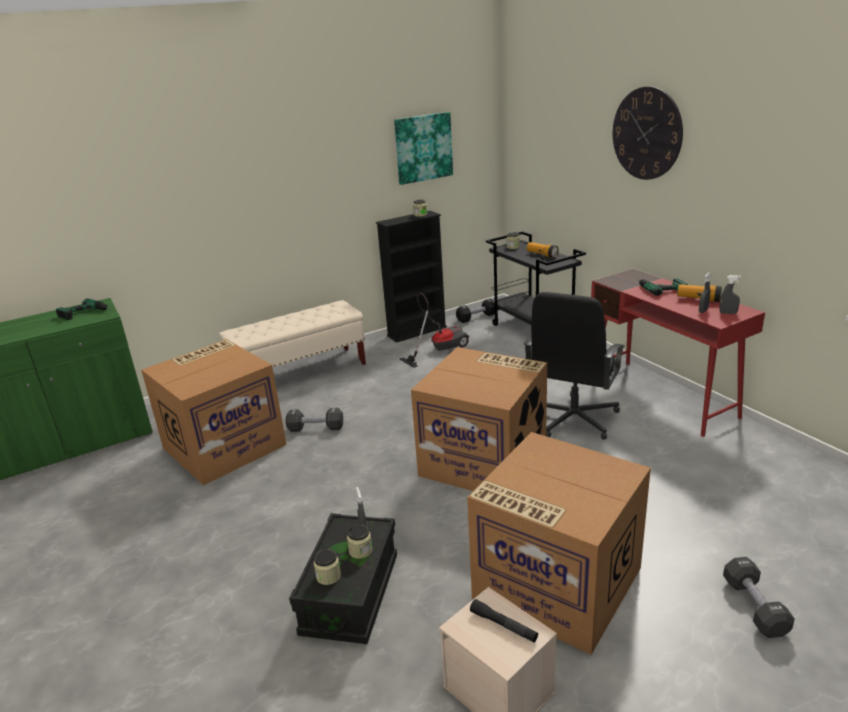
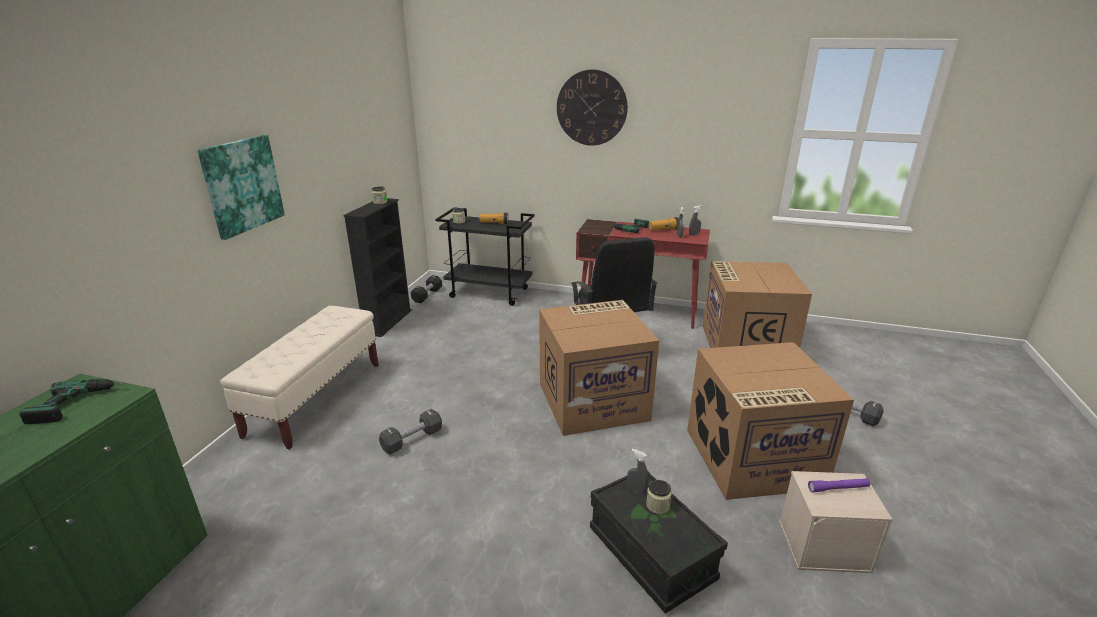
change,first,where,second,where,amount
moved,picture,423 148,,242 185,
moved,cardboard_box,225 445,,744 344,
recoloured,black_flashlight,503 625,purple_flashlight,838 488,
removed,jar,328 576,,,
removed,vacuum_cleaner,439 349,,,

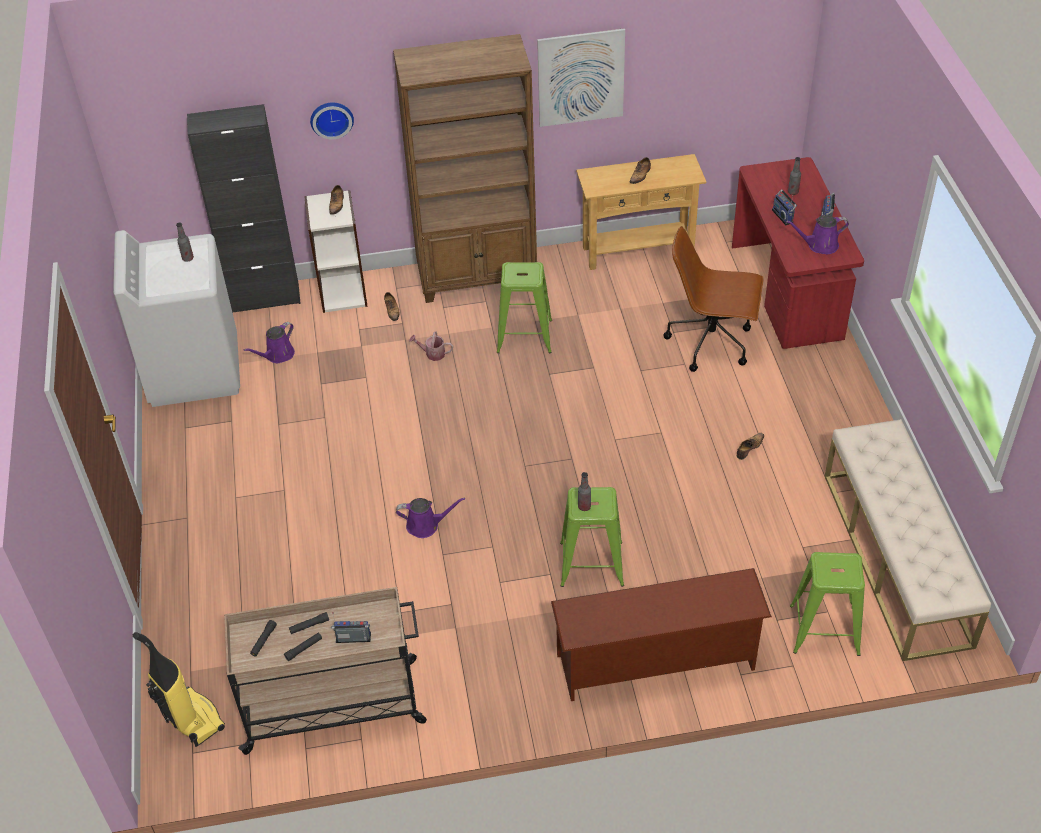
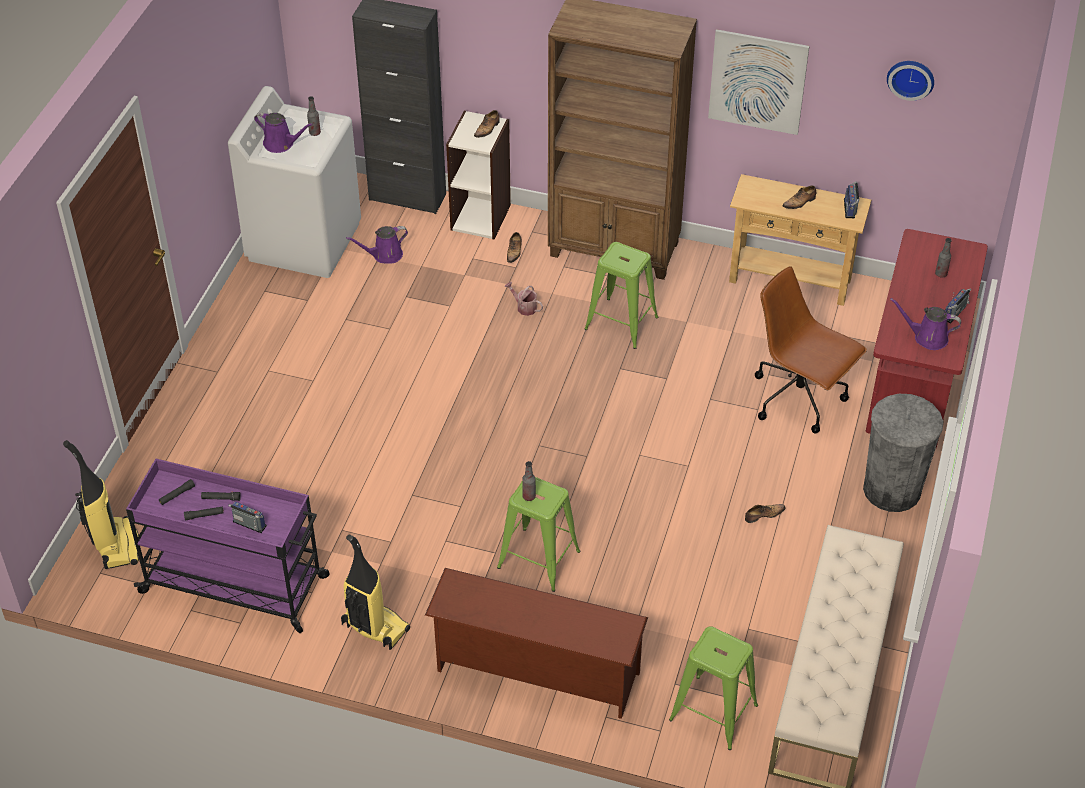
change,first,where,second,where,amount
recoloured,beige_cart,334 705,purple_cart,236 585,
moved,purple_watering_can,426 525,,281 144,
added,,,vacuum_cleaner,374 627,
moved,radio,783 216,,851 209,
added,,,grey_trash_can,892 489,
moved,wall_clock,331 118,,911 77,

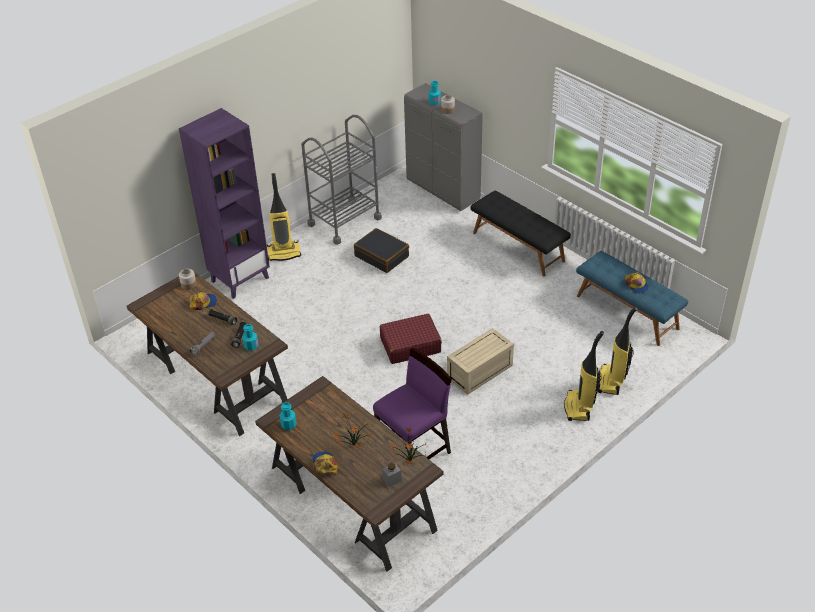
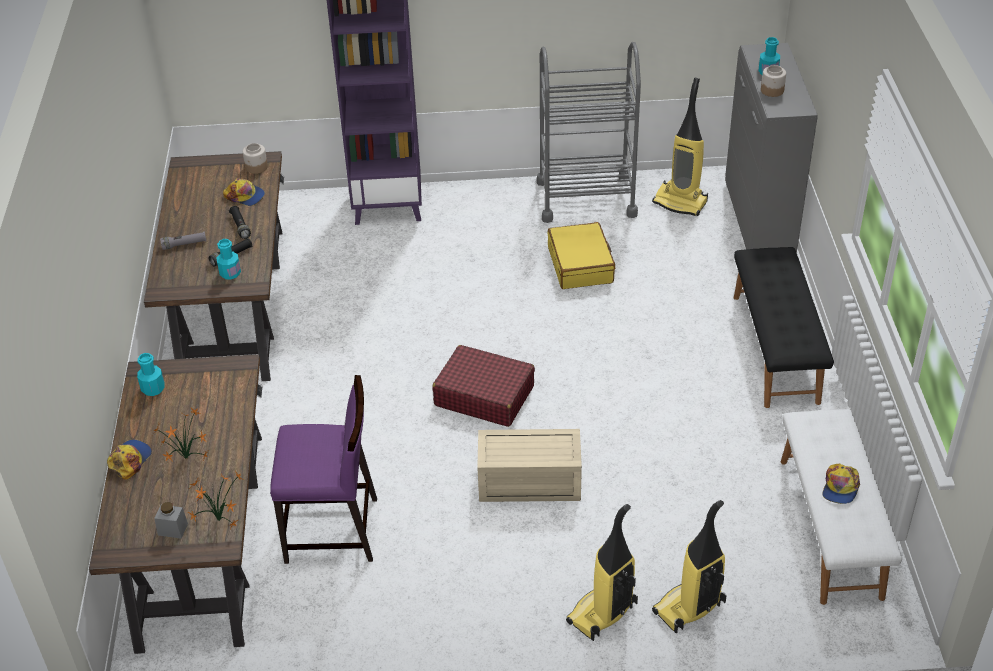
change,first,where,second,where,amount
recoloured,black_suitcase,382 256,yellow_suitcase,581 265,
moved,vacuum_cleaner,284 253,,681 202,
recoloured,blue_bench,627 311,white_bench,831 527,

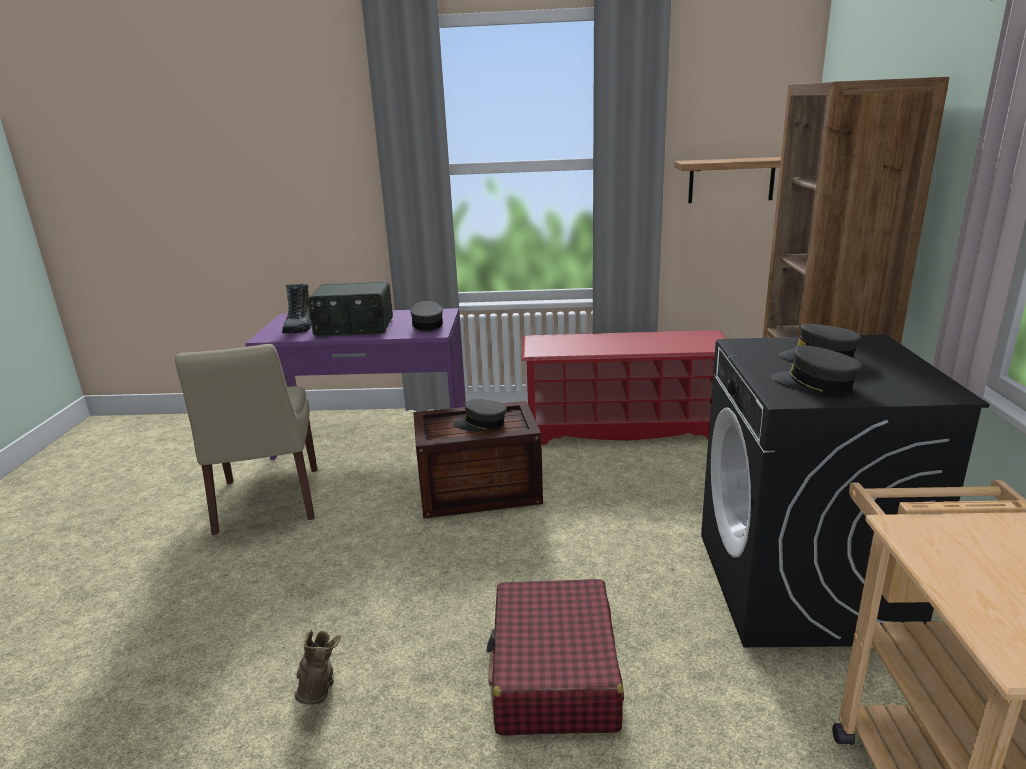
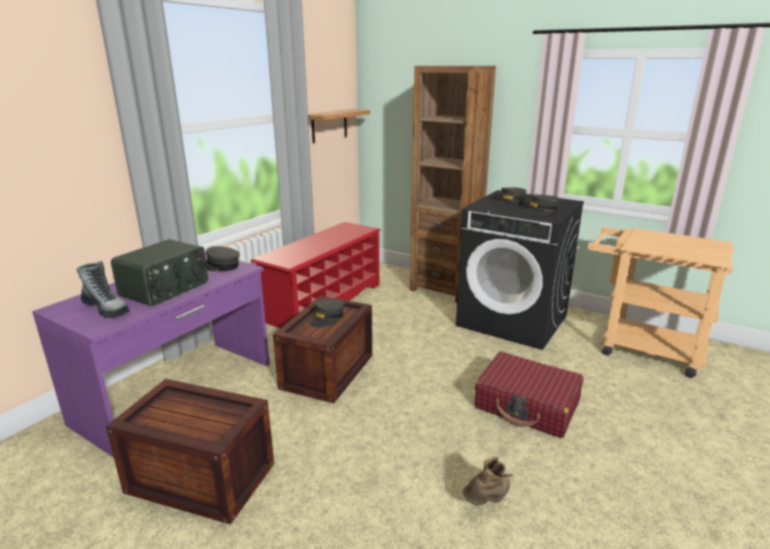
change,first,where,second,where,amount
replaced,beige_chair,268 502,crate,202 478,
turned,brown_boot,319 692,,488 500,120 degrees clockwise

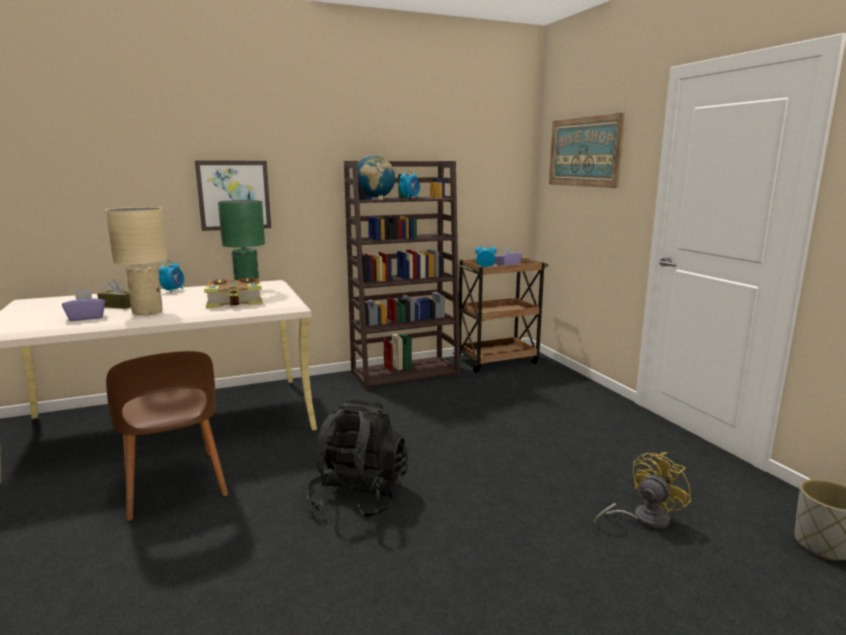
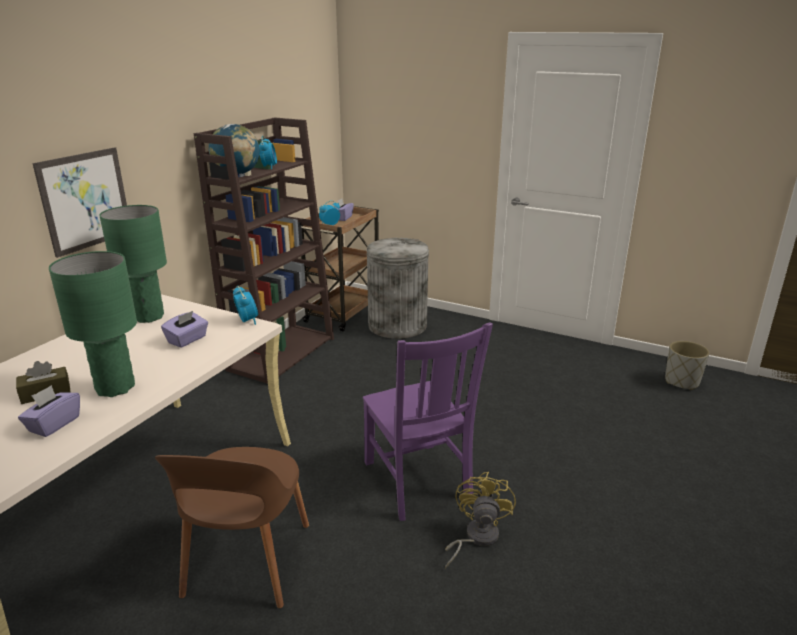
change,first,where,second,where,amount
recoloured,beige_table_lamp,148 312,green_table_lamp,116 388,
turned,brown_chair,174 486,,246 562,75 degrees clockwise
replaced,book,236 302,purple_tissue_box,187 340,
moved,alarm_clock,173 290,,247 320,
replaced,black_backpack,359 496,purple_chair,418 482,
added,,,grey_trash_can,397 325,
moved,yellow_fan,643 519,,476 538,
removed,picture,584 152,,,

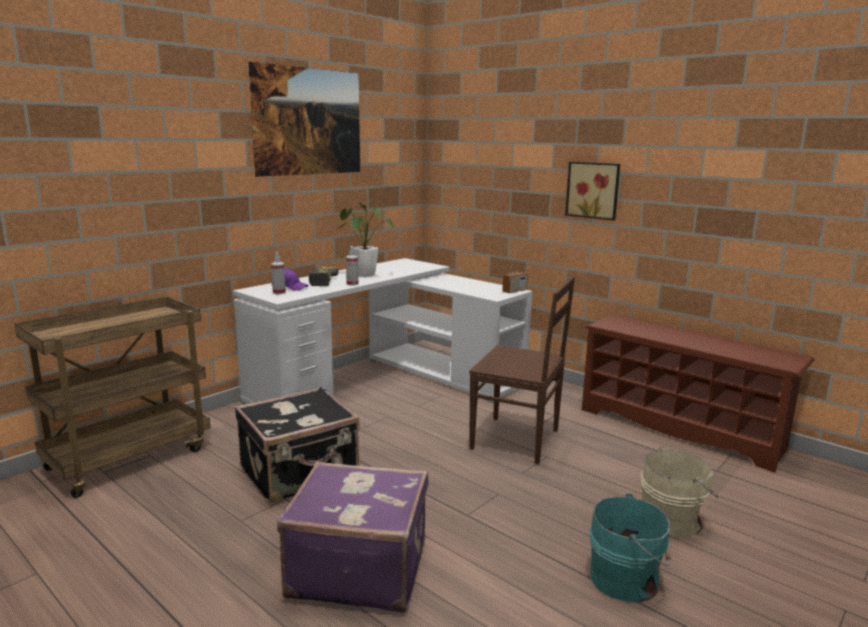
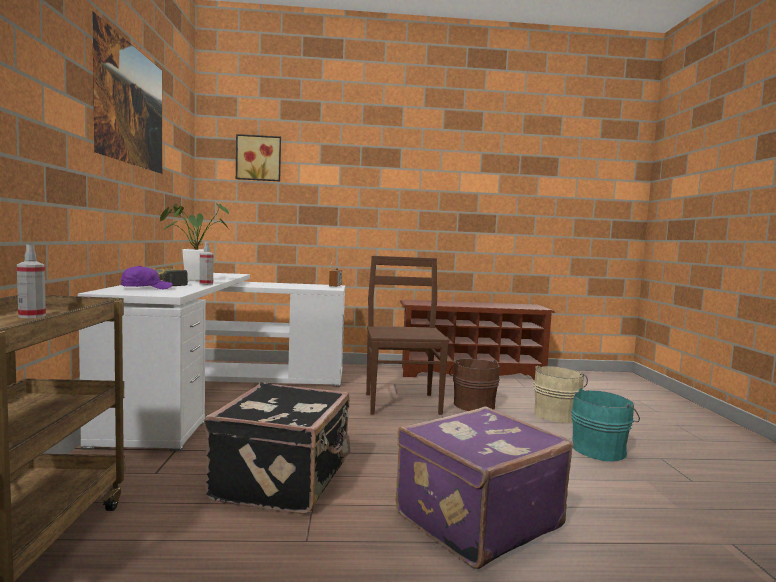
change,first,where,second,where,amount
moved,spray_bottle,279 292,,32 316,
moved,picture,593 190,,259 158,
turned,brown_chair,518 440,,402 403,75 degrees counterclockwise
added,,,brown_bucket,473 404,

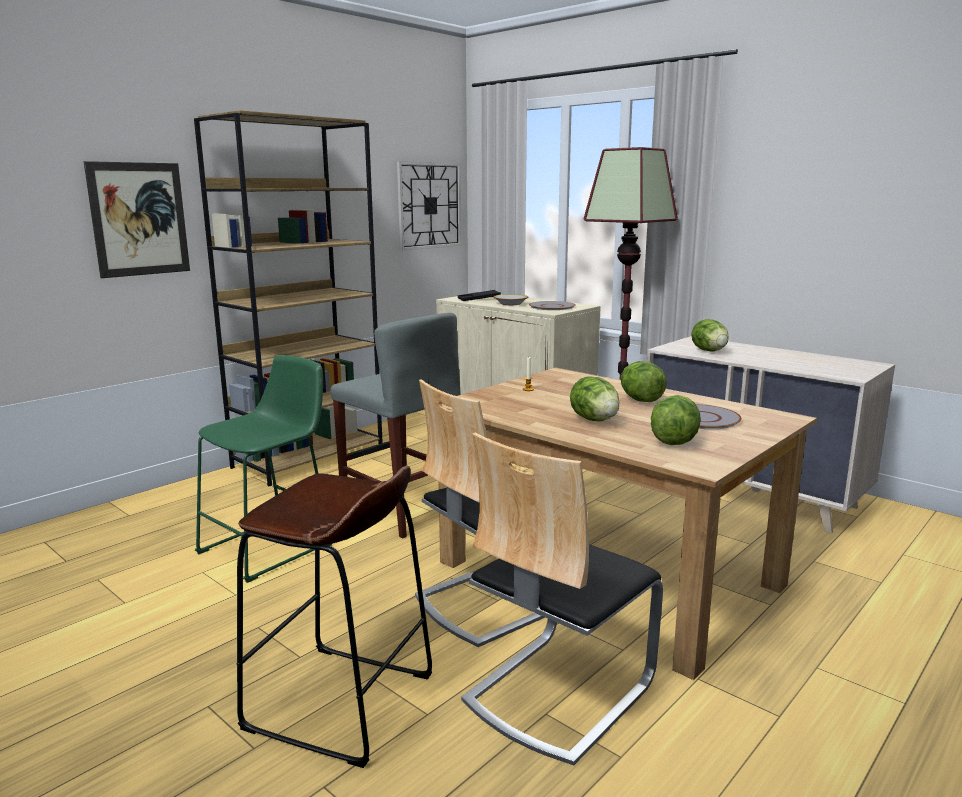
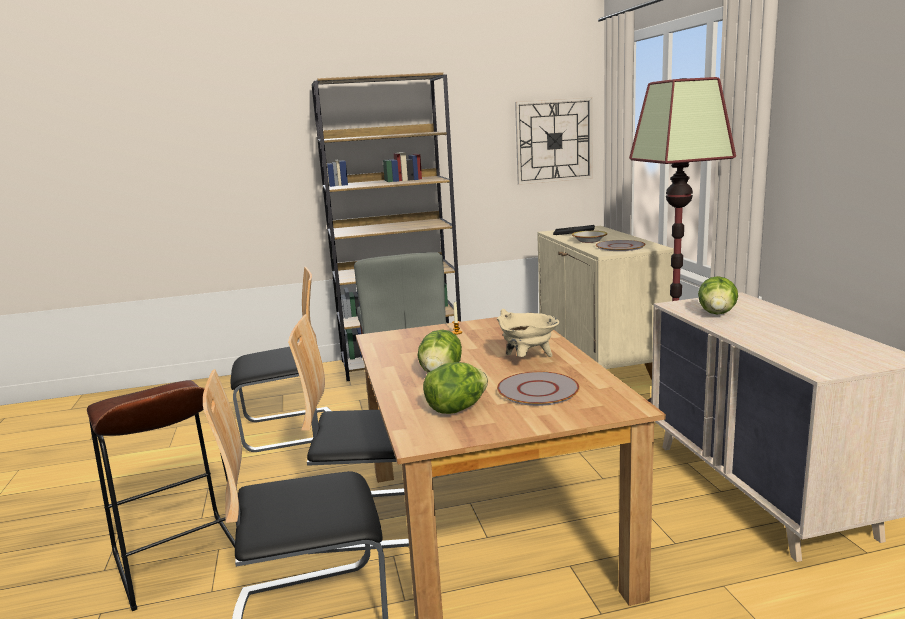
change,first,where,second,where,amount
replaced,green_stool,272 547,chair,289 430,
replaced,lettuce,640 400,beige_cooking_pot,527 359,
removed,picture,139 219,,,

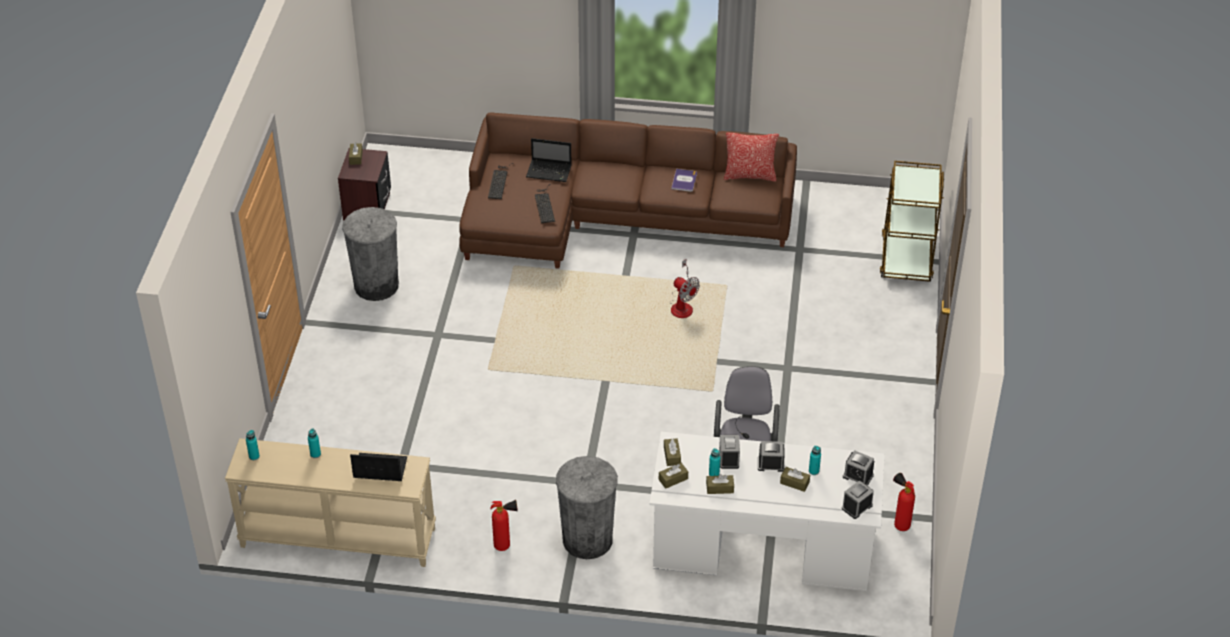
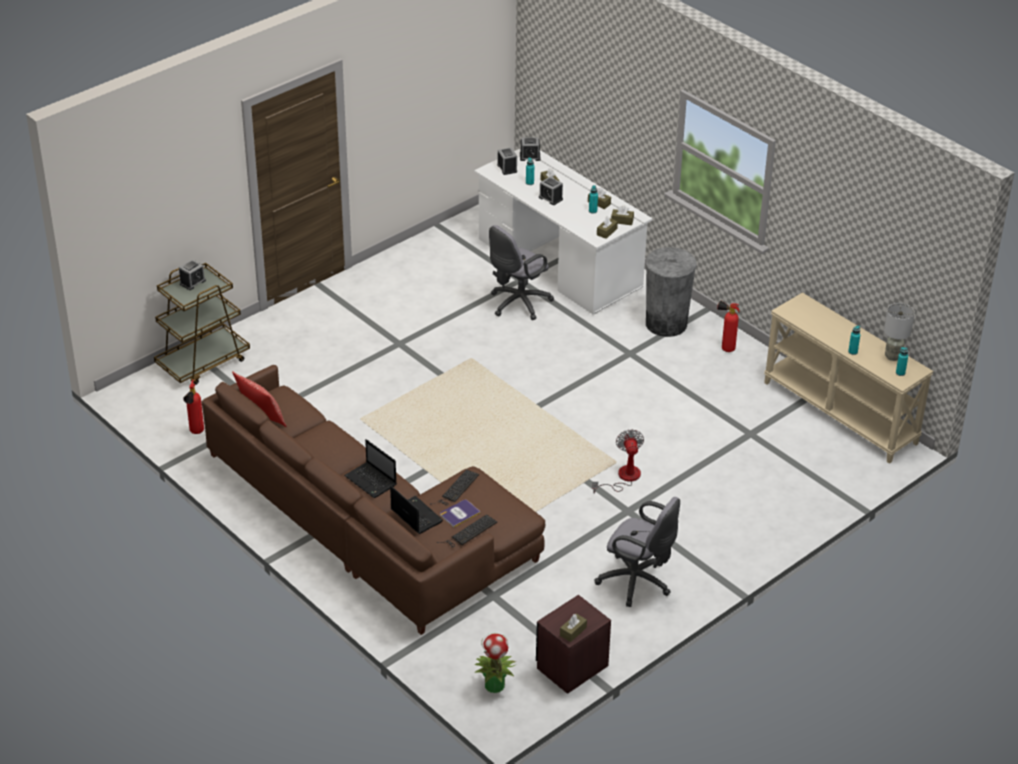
change,first,where,second,where,amount
moved,alarm_clock,729 458,,192 282,
moved,fire_extinguisher,899 524,,196 433,
moved,laptop,379 469,,371 481,
moved,book,684 181,,459 513,
added,,,potted_plant,494 684,
moved,fan,682 305,,623 478,
replaced,grey_trash_can,376 285,grey_office_chair,638 583,
added,,,grey_table_lamp,893 356,

